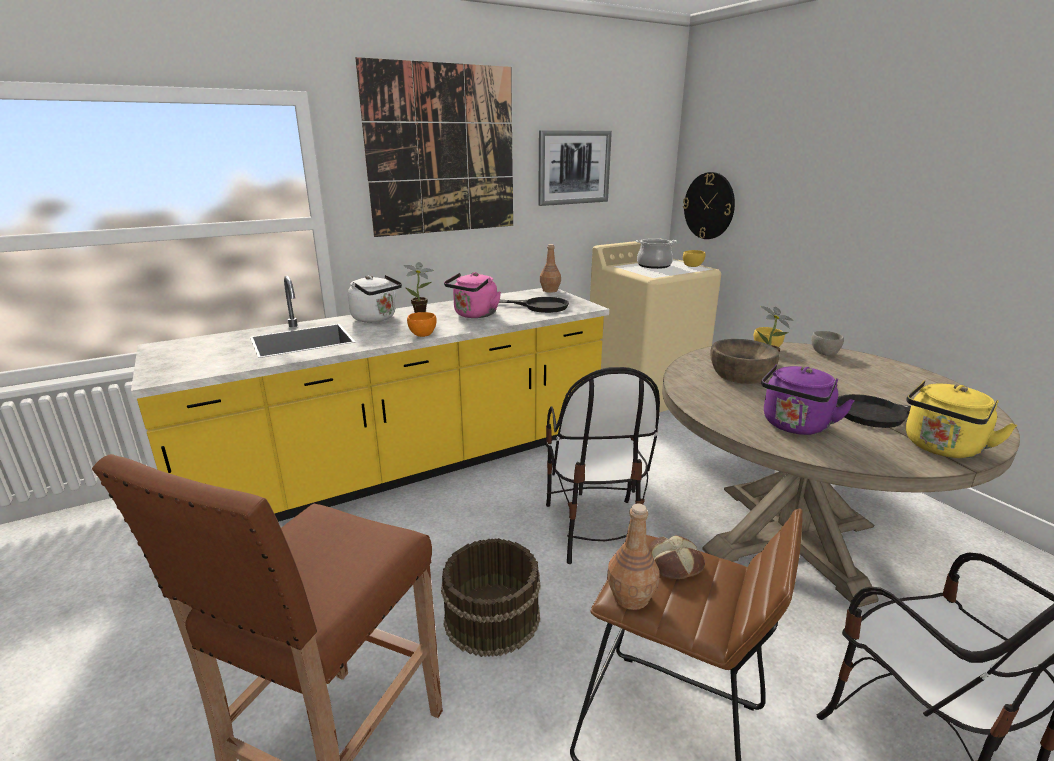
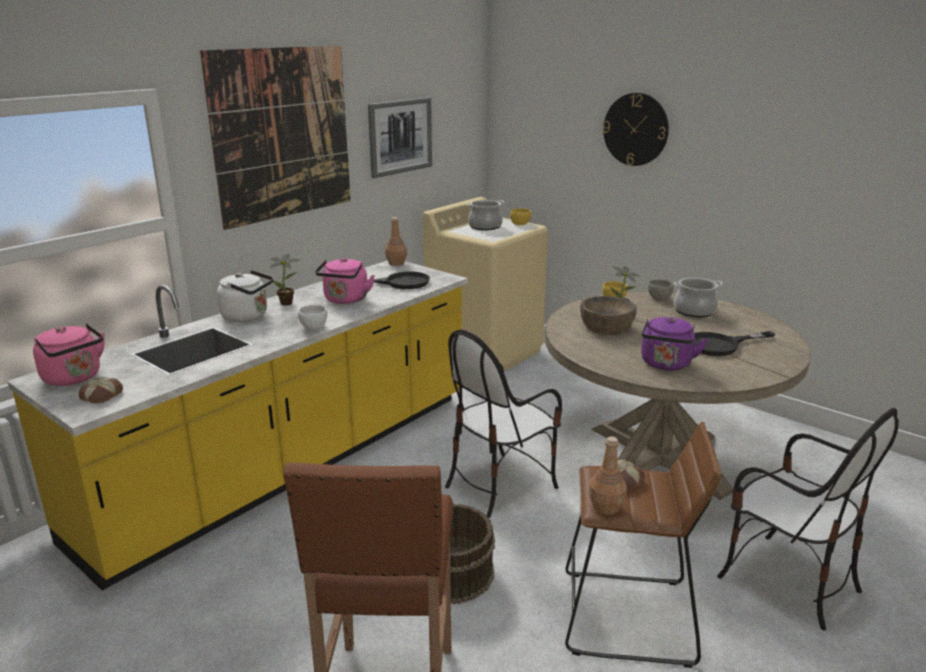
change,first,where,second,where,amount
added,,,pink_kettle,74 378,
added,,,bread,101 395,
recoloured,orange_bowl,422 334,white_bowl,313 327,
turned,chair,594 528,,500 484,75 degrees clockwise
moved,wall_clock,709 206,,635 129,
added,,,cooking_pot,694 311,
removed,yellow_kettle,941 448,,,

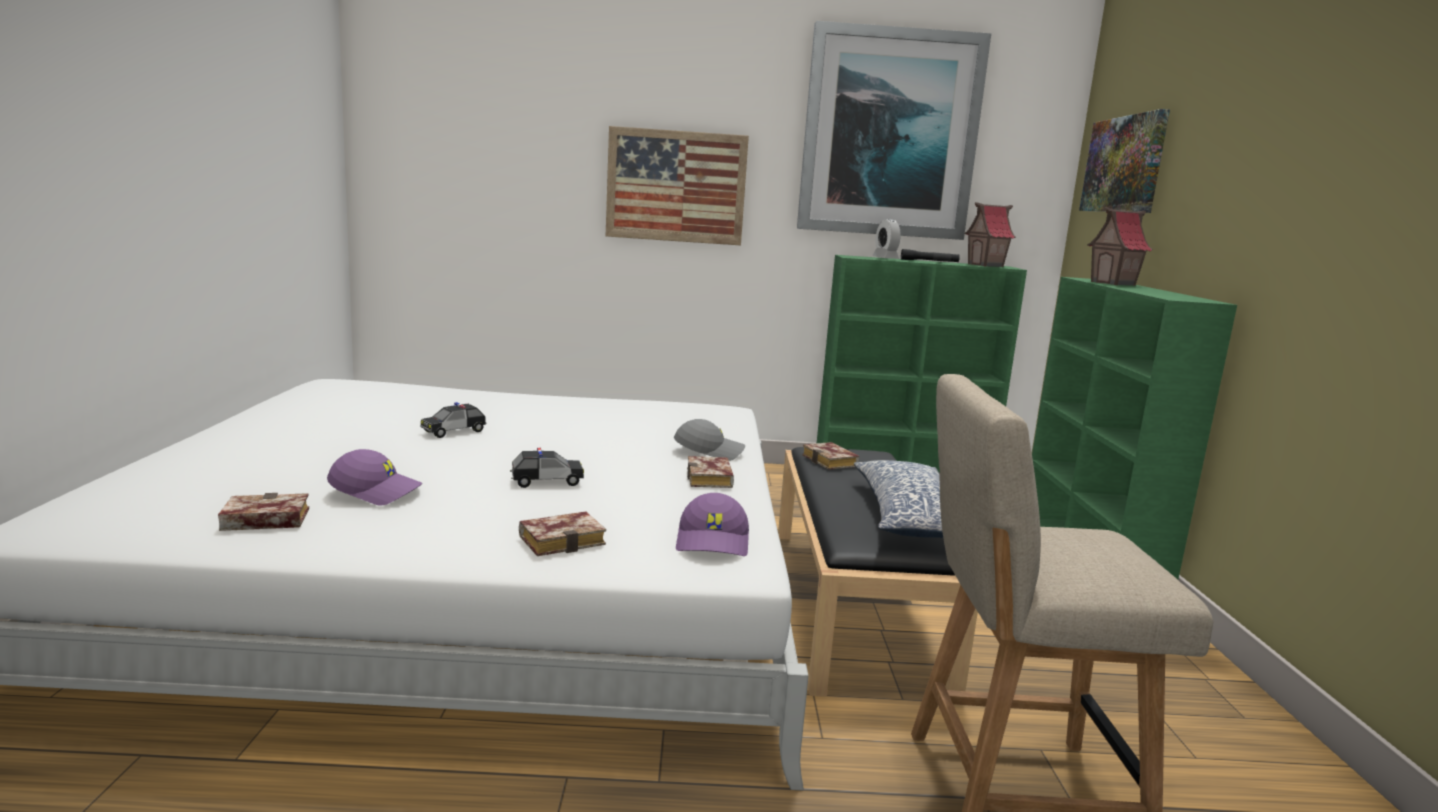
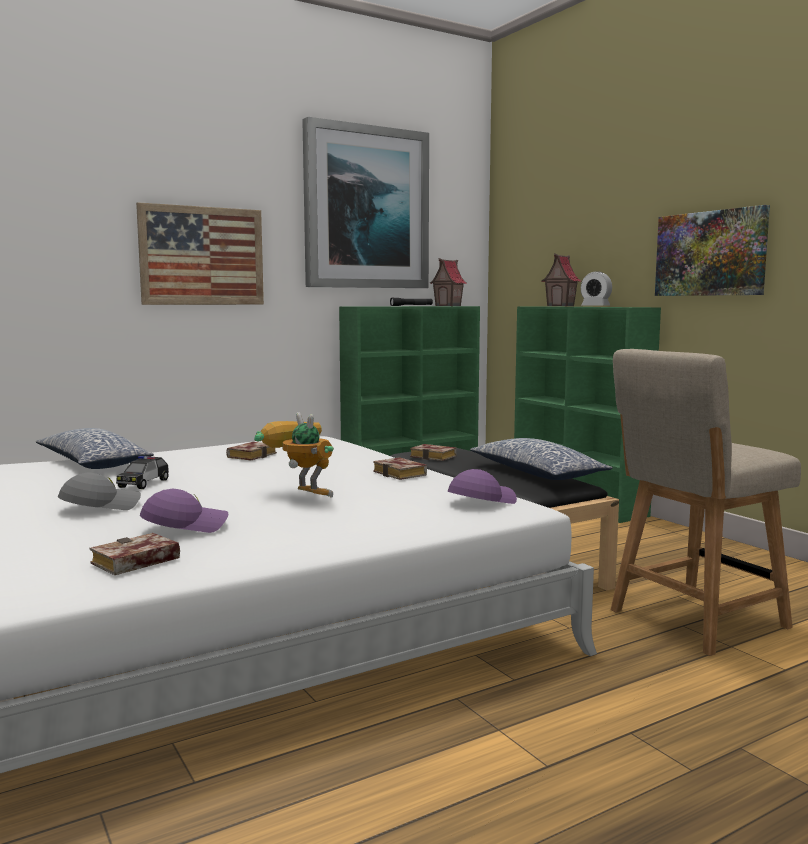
change,first,where,second,where,amount
added,,,pillow,92 464,
moved,grey_cap,709 452,,101 506,
moved,book,564 540,,252 455,
replaced,toy_car,546 481,toy_robot,299 495,
turned,purple_cap,714 542,,481 501,105 degrees counterclockwise
moved,alarm_clock,885 258,,595 306,
moved,picture,1124 165,,710 253,

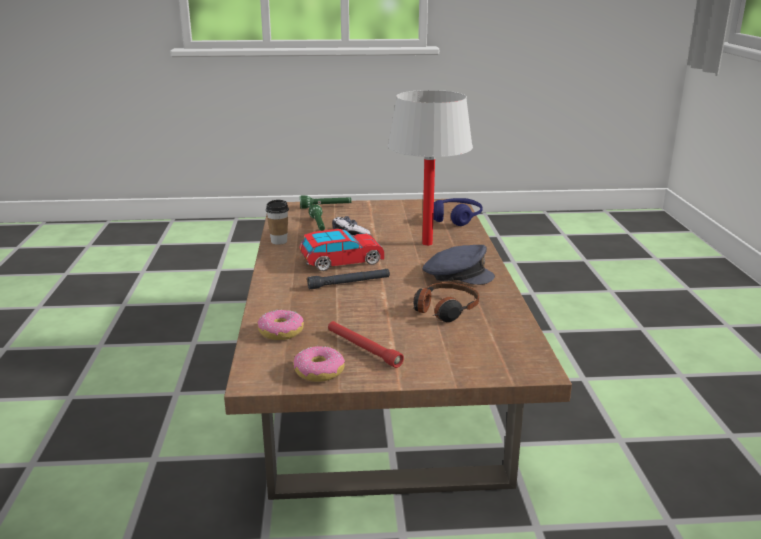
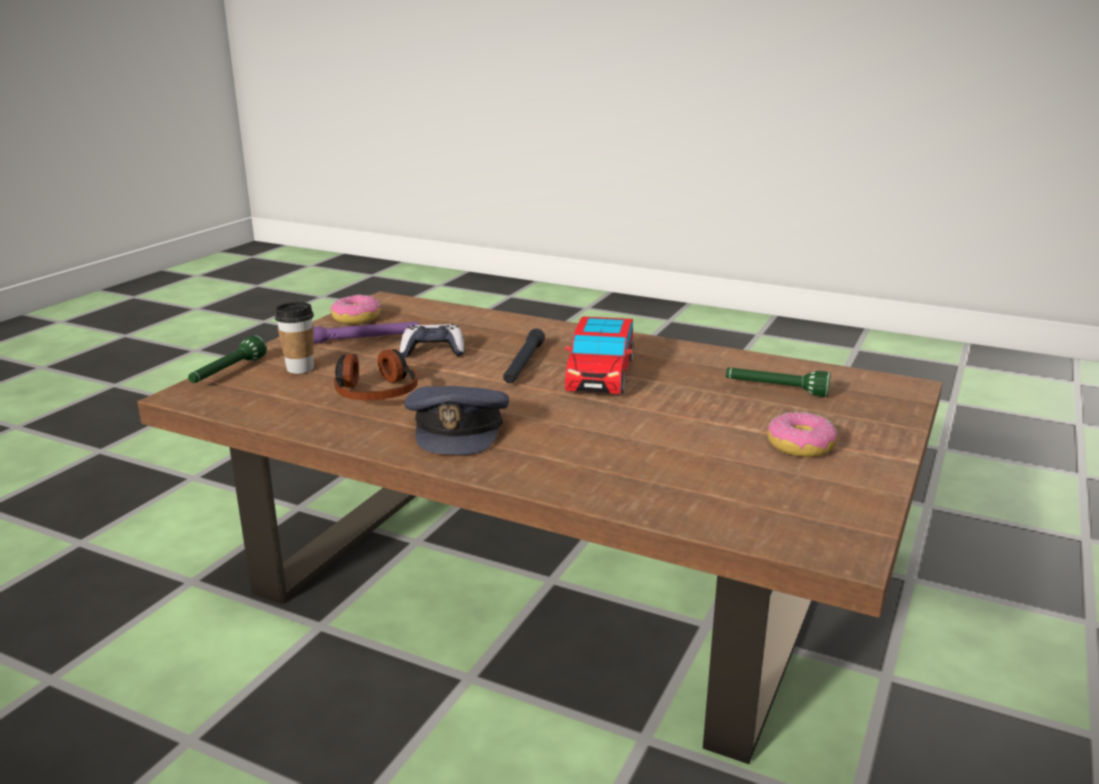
change,first,where,second,where,amount
moved,green_flashlight,325 207,,227 372,
moved,cup,279 241,,300 368,
recoloured,red_flashlight,363 349,purple_flashlight,364 339,
moved,game_controller,350 233,,433 351,
turned,grey_cap,457 275,,458 428,45 degrees counterclockwise
moved,donut,281 332,,800 446,
removed,white_table_lamp,427 243,,,
removed,blue_headphones,456 218,,,

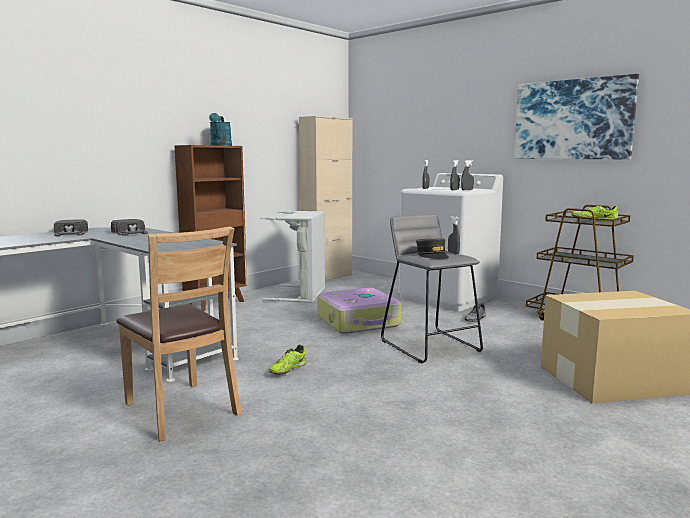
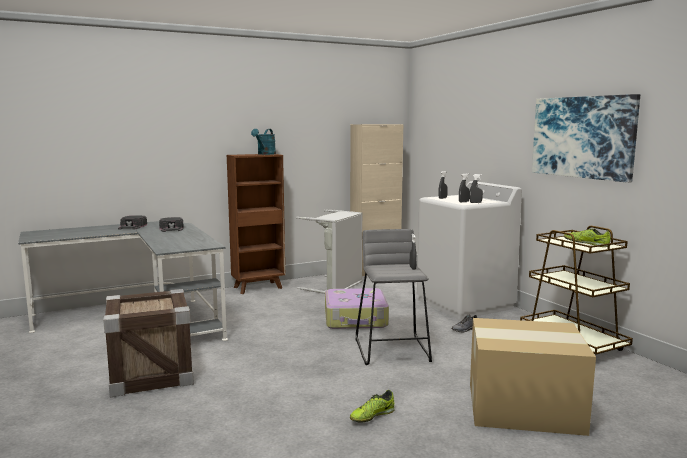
change,first,where,second,where,amount
replaced,brown_chair,181 410,crate,151 374,
moved,shoe,287 370,,372 416,
removed,grey_cap,432 255,,,

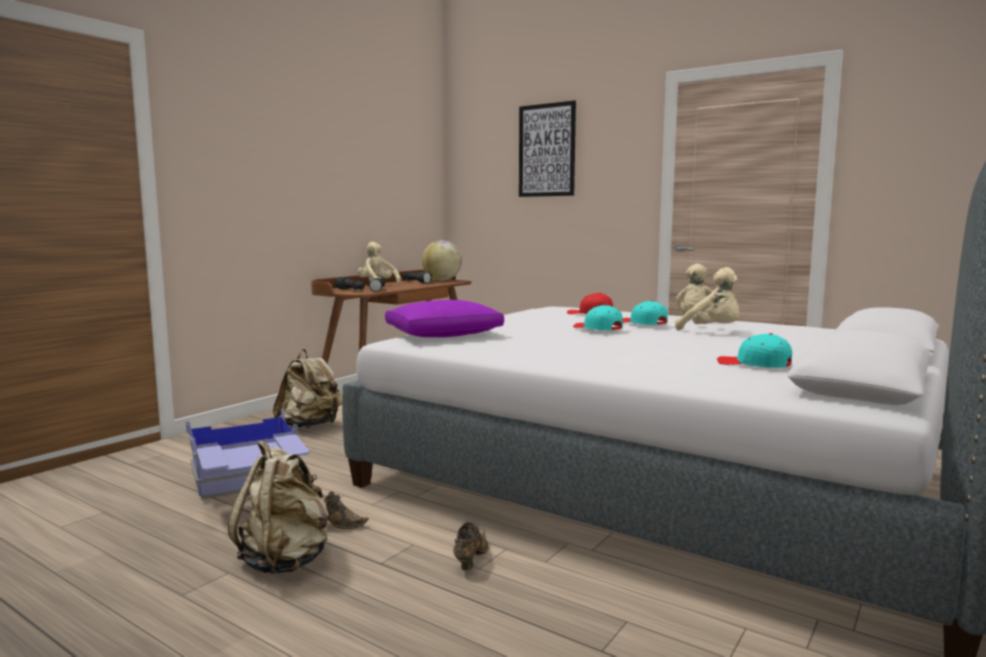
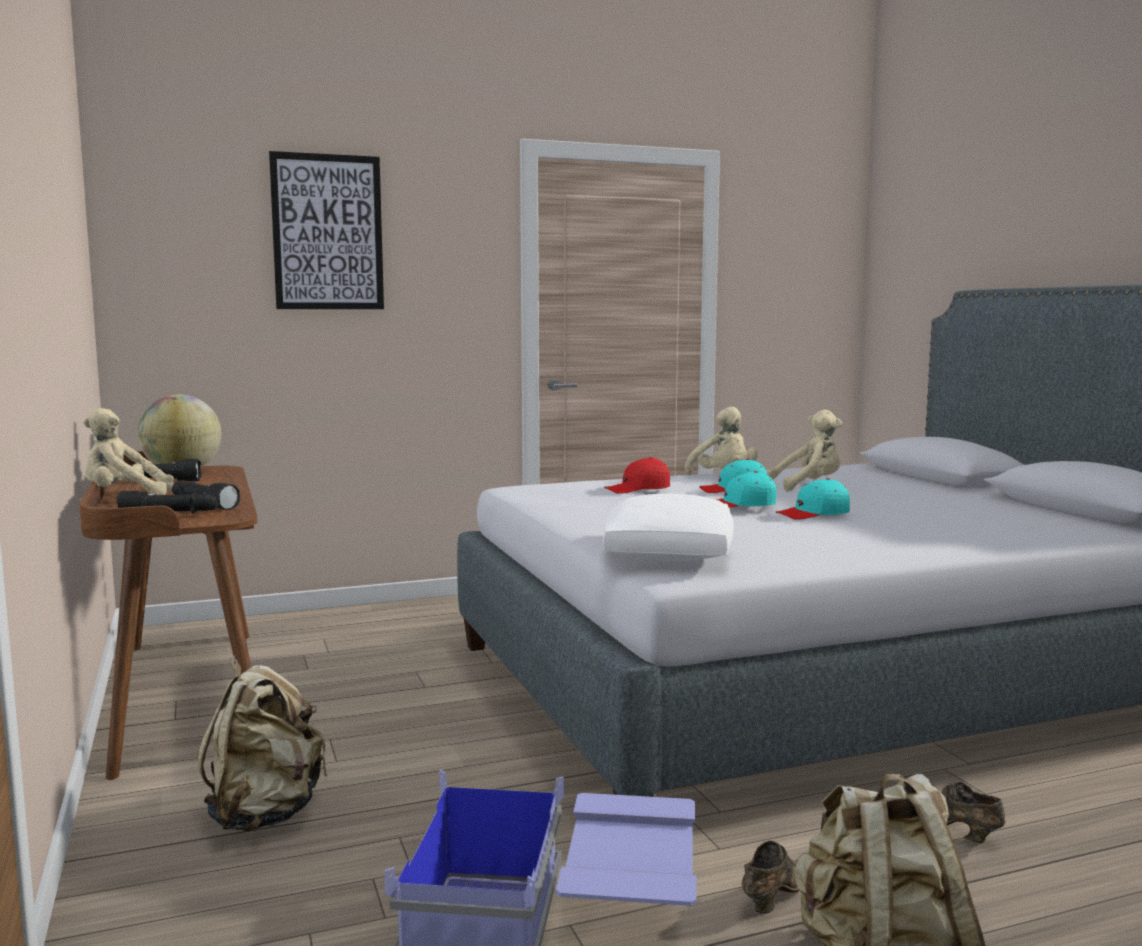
change,first,where,second,where,amount
recoloured,purple_pillow,442 335,white_pillow,669 552,
moved,turquoise_cap,754 364,,813 514,

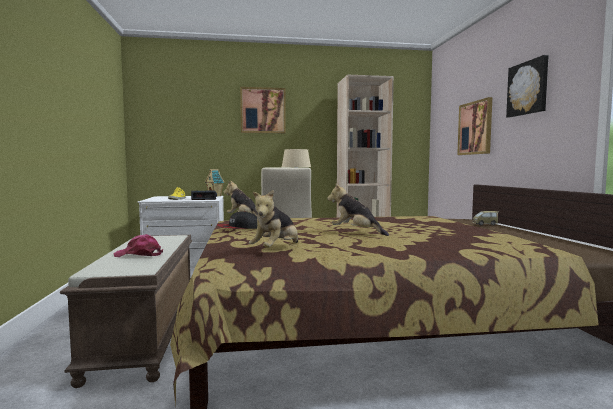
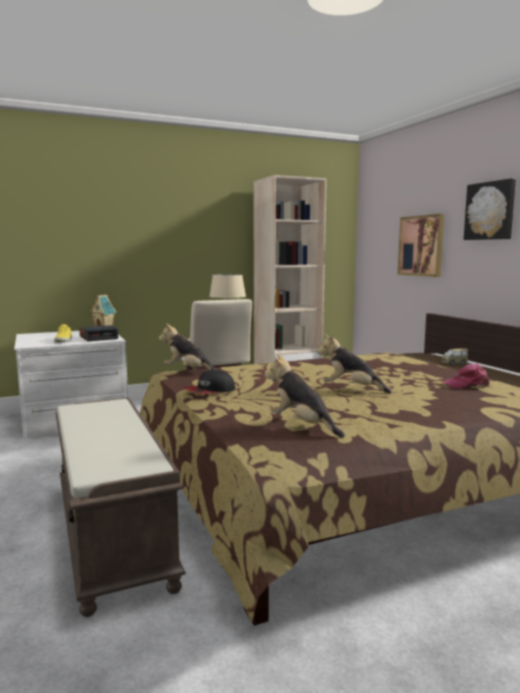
change,first,where,second,where,amount
turned,plush_toy,276 250,,302 426,120 degrees clockwise
moved,pink_cap,139 255,,466 384,
removed,picture,263 110,,,

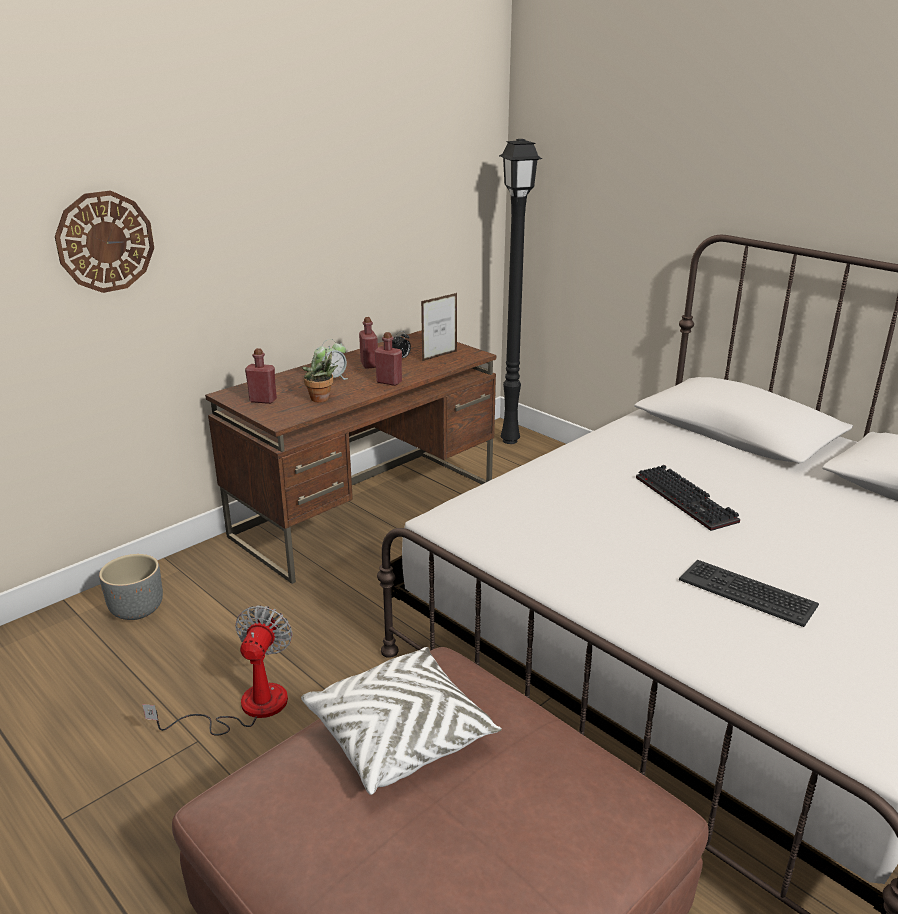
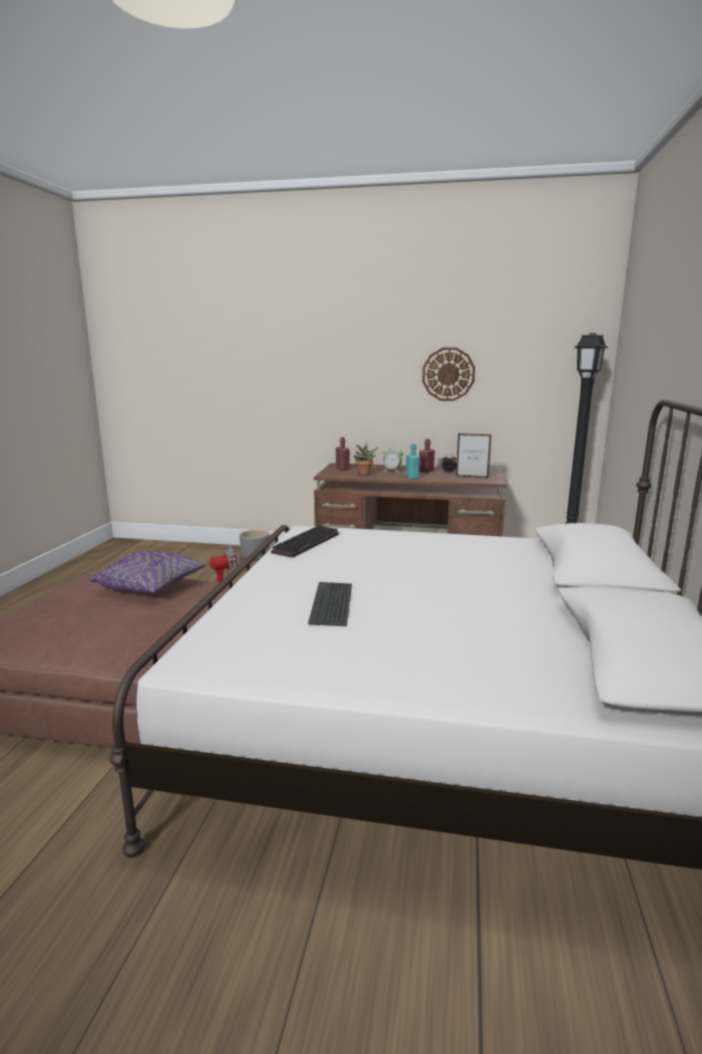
change,first,where,second,where,amount
recoloured,white_pillow,400 734,purple_pillow,151 586,
moved,keyboard,688 500,,307 544,
recoloured,red_bottle,389 382,turquoise_bottle,412 477,
moved,wall_clock,105 242,,448 374,

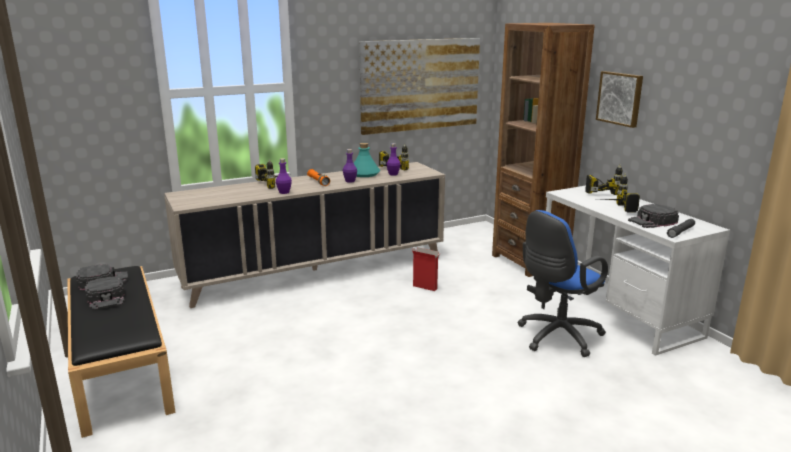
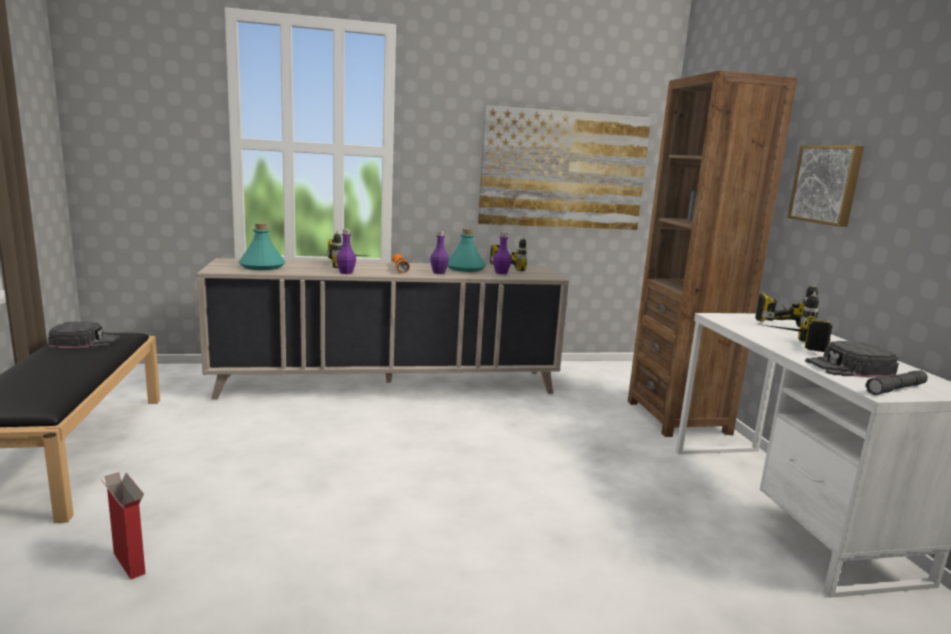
change,first,where,second,where,amount
moved,cardboard_box,425 287,,129 564,
added,,,turquoise_bottle,262 266,
removed,black_cap,106 298,,,
removed,blue_office_chair,556 337,,,

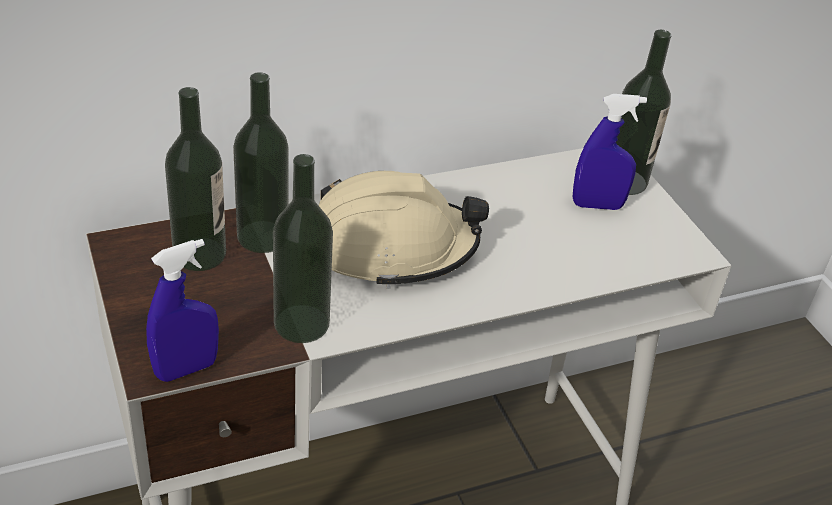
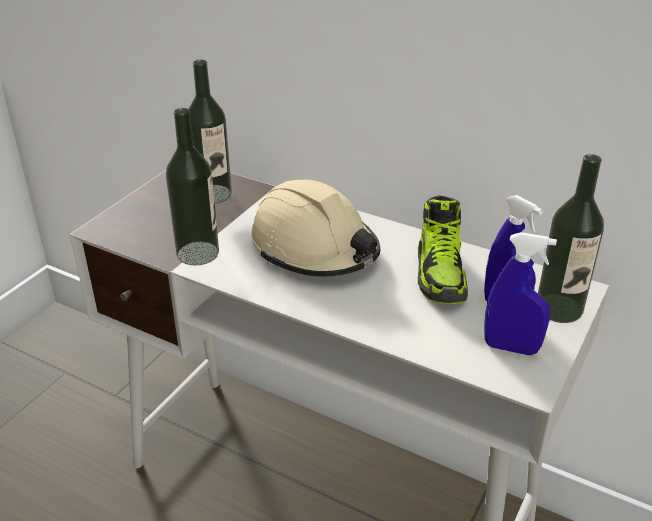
change,first,where,second,where,amount
added,,,shoe,440 274,
moved,blue_spray_bottle,186 369,,511 348,
removed,bottle,262 236,,,

